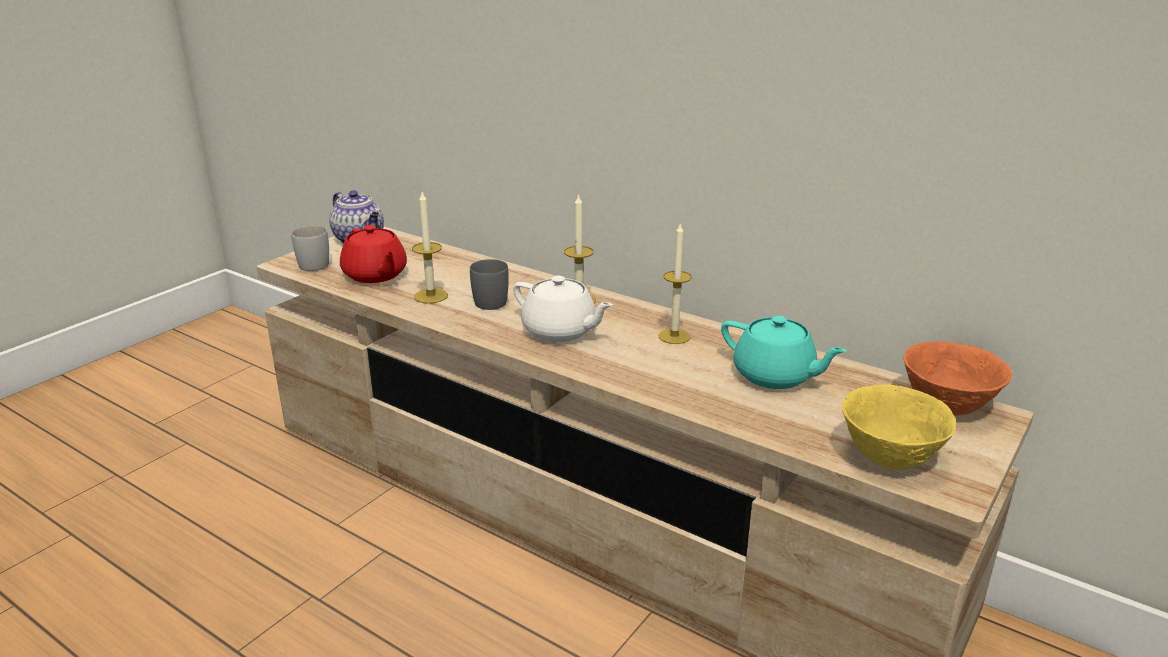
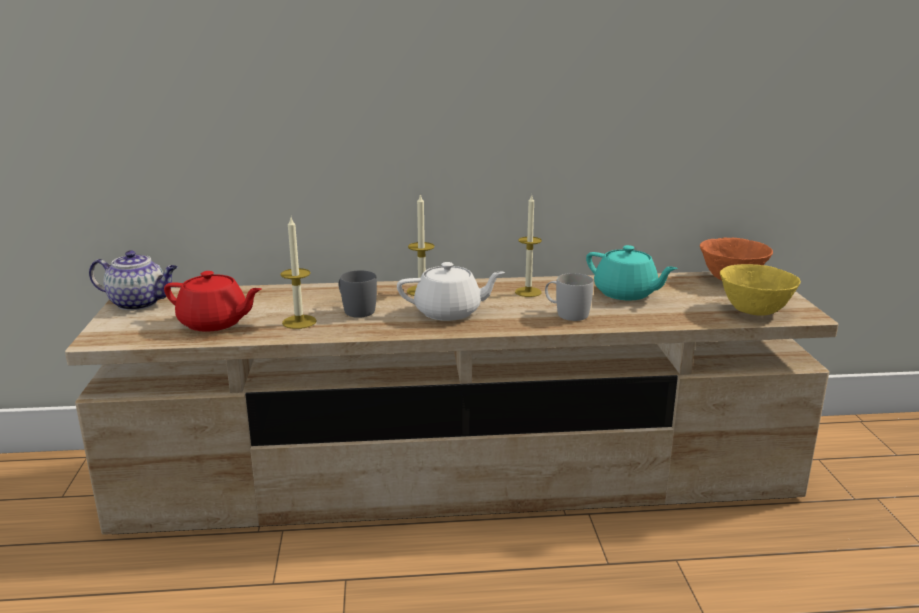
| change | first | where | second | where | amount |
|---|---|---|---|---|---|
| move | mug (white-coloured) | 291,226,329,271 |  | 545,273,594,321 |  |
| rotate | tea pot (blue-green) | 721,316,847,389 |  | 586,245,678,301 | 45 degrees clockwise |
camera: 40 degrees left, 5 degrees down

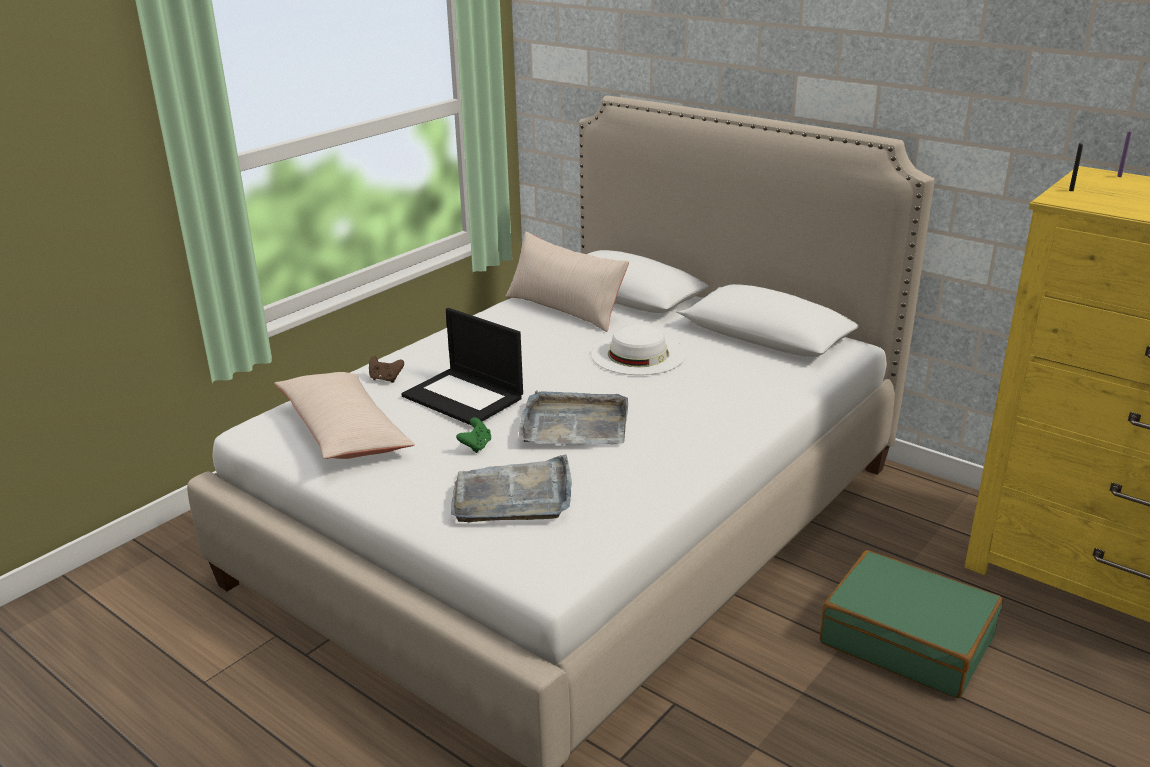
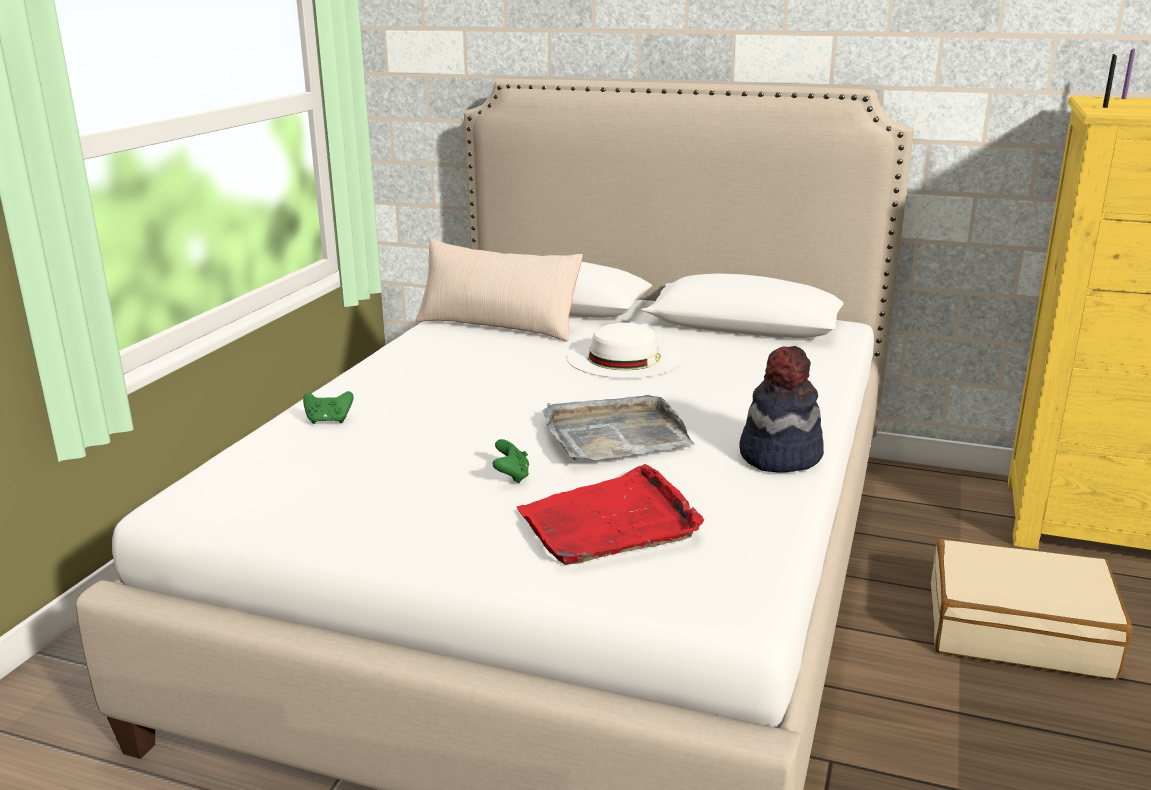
| change | first | where | second | where | amount |
|---|---|---|---|---|---|
| delete | notebook computer | 401,308,523,426 |  |  |  |
| recolor | gamepad (brownish) | 369,356,404,383 | gamepad (greenish) | 303,391,353,424 |  |
| delete | throw pillow (beige) | 274,372,415,459 |  |  |  |
| recolor | carrying tray (grey) | 451,454,572,523 | carrying tray (red-coloured) | 517,464,704,565 |  |
| recolor | travel case (greenish) | 820,550,1003,698 | travel case (beige) | 931,539,1132,680 |  |
| insert |  |  | clothing hat | 739,346,824,473 |  |
camera: 20 degrees left, 5 degrees down

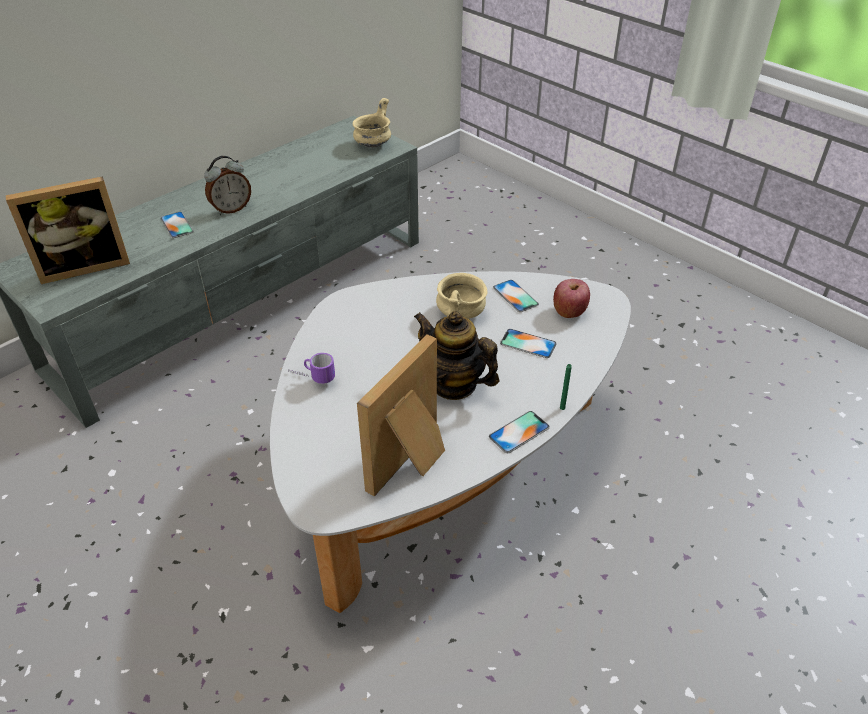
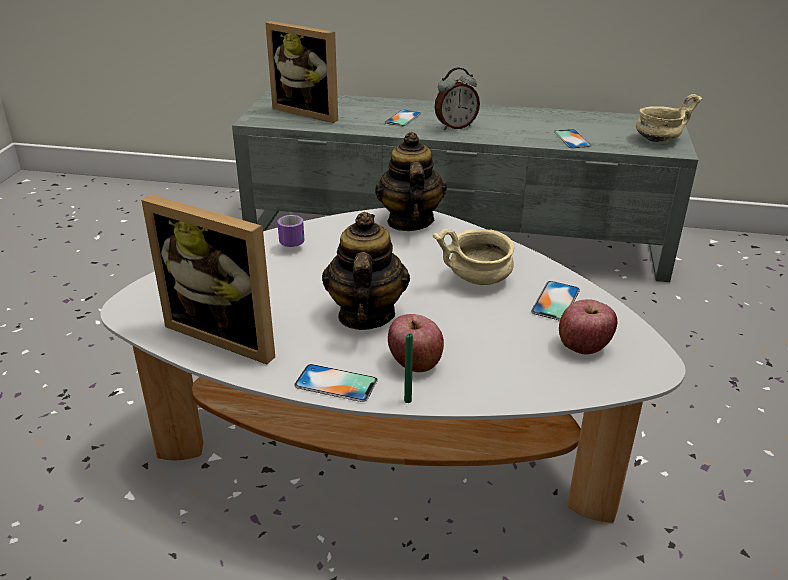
| change | first | where | second | where | amount |
|---|---|---|---|---|---|
| rotate | bedside clock | 204,156,251,215 |  | 435,67,480,130 | 45 degrees counterclockwise |
| move | phone | 500,329,557,358 |  | 554,129,592,148 |  |
| rotate | standing frame | 357,334,445,497 |  | 141,195,275,364 | 150 degrees counterclockwise |
| insert |  |  | tea pot | 375,132,447,231 |  |
| insert |  |  | apple fruit | 388,314,444,372 |  |
camera: 55 degrees right, 10 degrees down

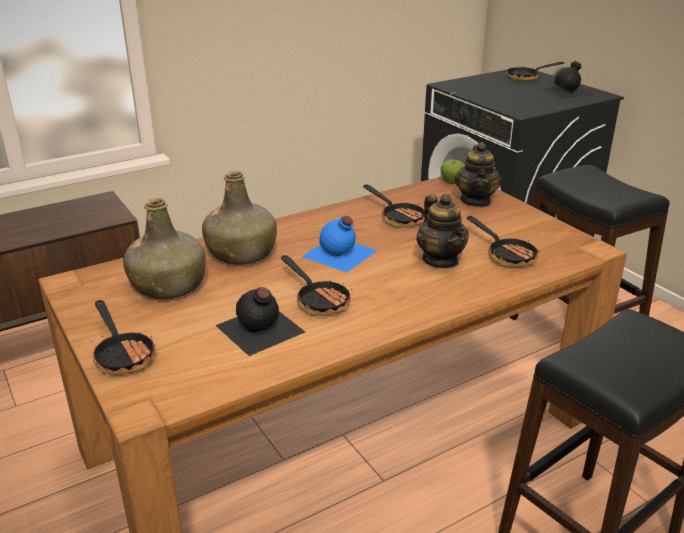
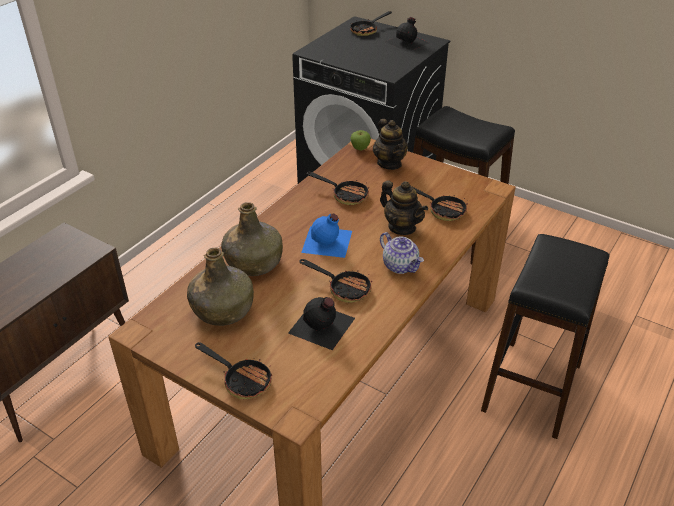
| change | first | where | second | where | amount |
|---|---|---|---|---|---|
| insert |  |  | tea pot | 380,232,424,274 |  |
camera: 25 degrees left, 10 degrees up

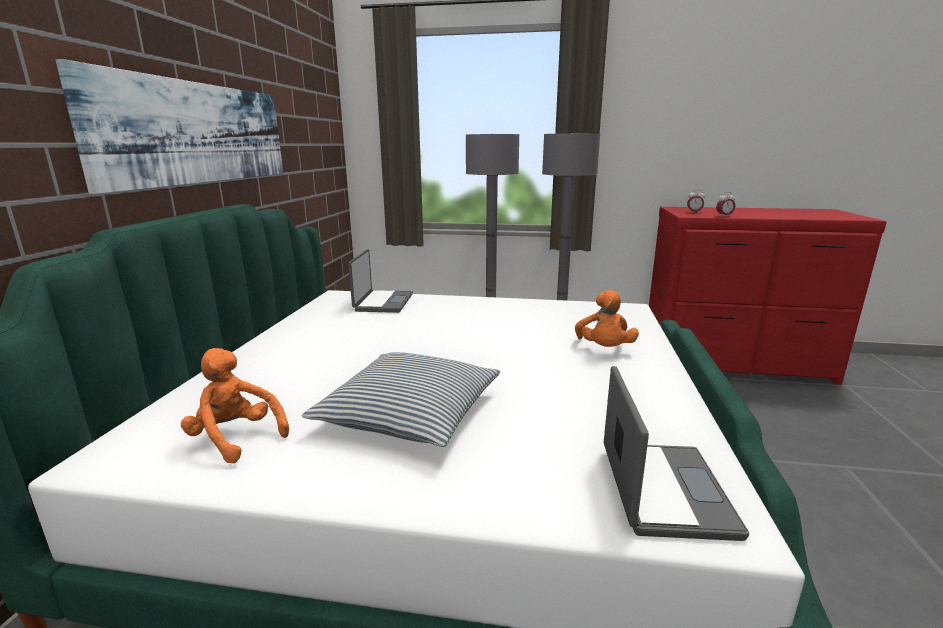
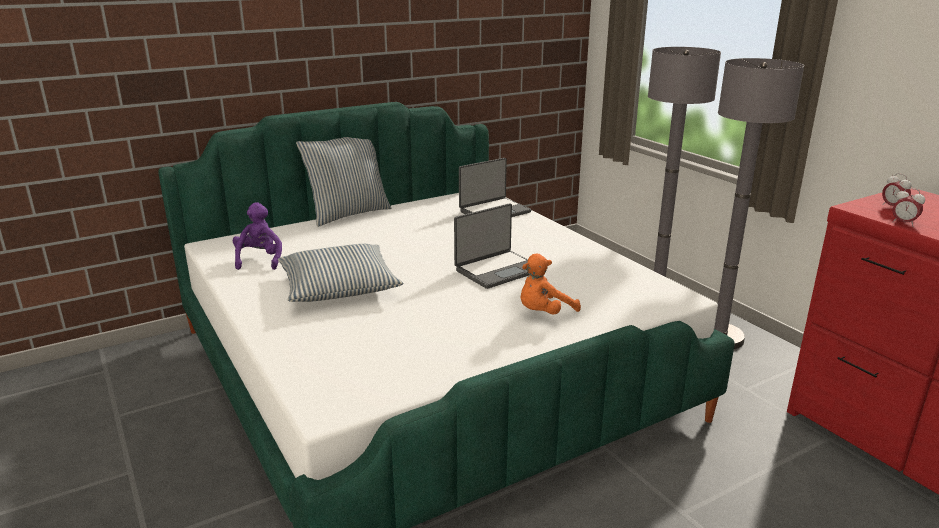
| change | first | where | second | where | amount |
|---|---|---|---|---|---|
| delete | wall picture | 56,59,283,194 |  |  |  |
| recolor | plush toy (orangey) | 181,348,289,463 | plush toy (purplish) | 233,202,282,270 |  |
| move | notebook computer | 604,366,749,541 |  | 454,203,529,289 |  |
| insert |  |  | throw pillow | 296,137,392,227 |  |
camera: 50 degrees right, 5 degrees up

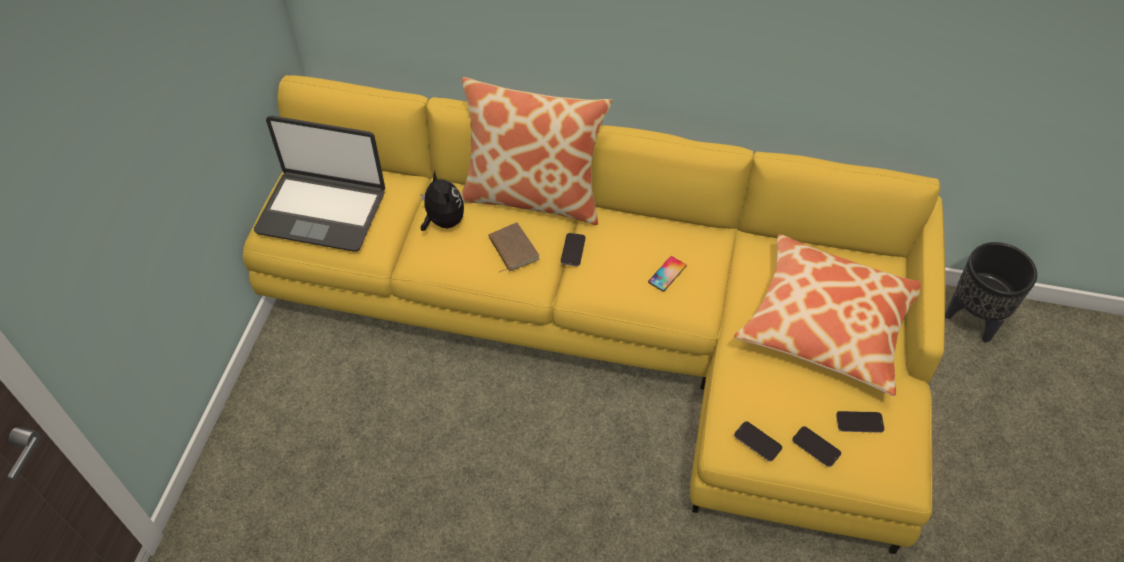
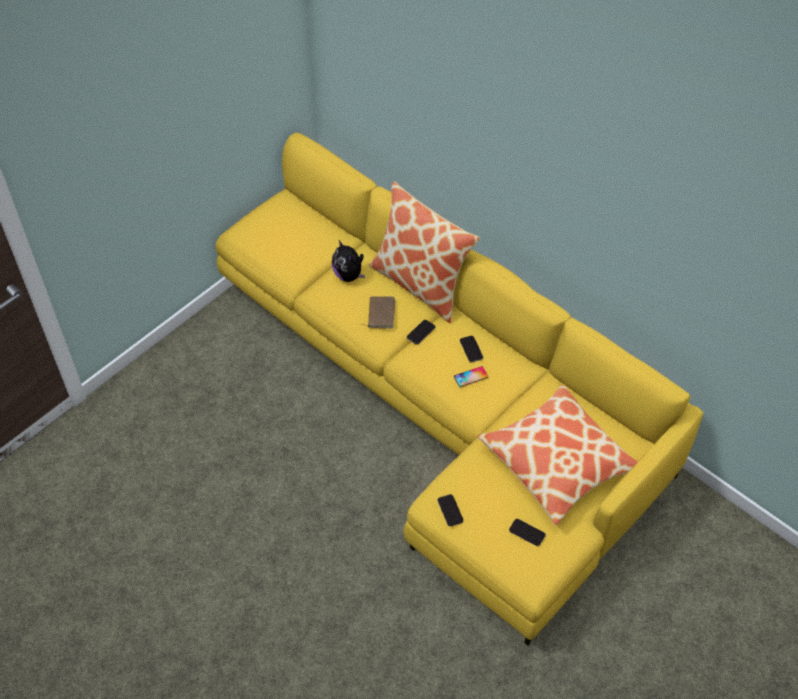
| change | first | where | second | where | amount |
|---|---|---|---|---|---|
| delete | notebook computer | 254,116,385,252 |  |  |  |
| rotate | plush toy | 421,170,464,231 |  | 332,240,365,282 | 150 degrees clockwise |
| delete | flower pot (black-coloured) | 945,242,1037,343 |  |  |  |
| move | phone | 792,426,841,467 |  | 460,336,483,362 |  |
camera: 30 degrees right, 0 degrees up

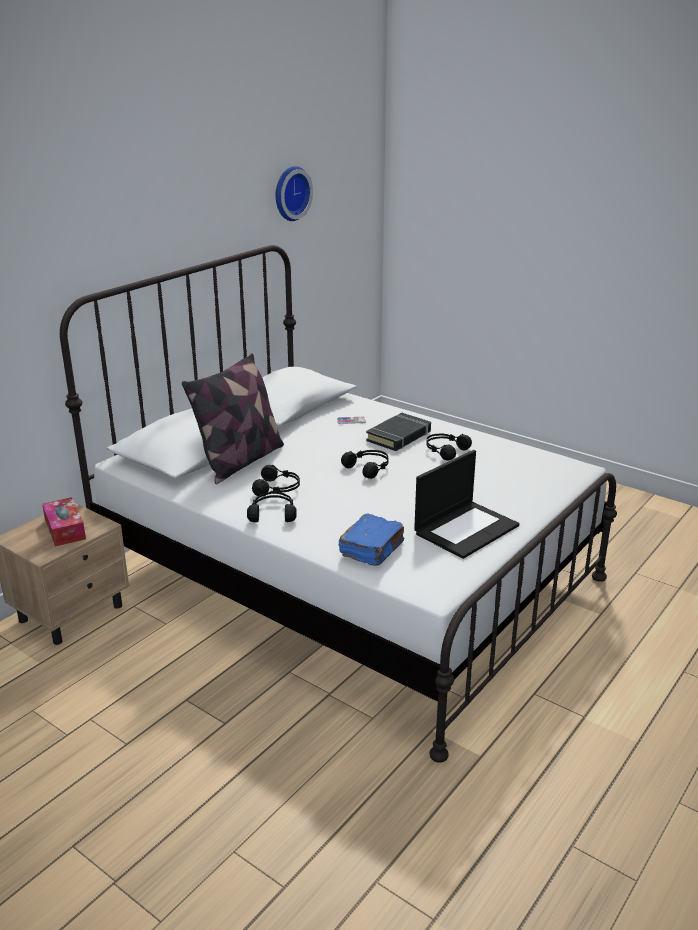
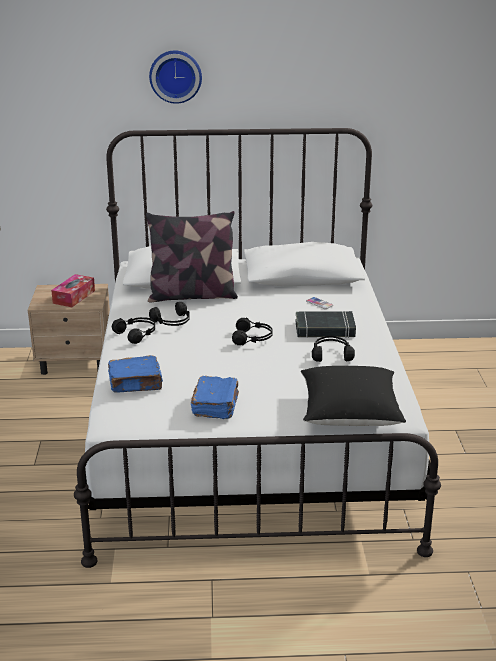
| change | first | where | second | where | amount |
|---|---|---|---|---|---|
| move | hanging clock | 275,166,313,221 |  | 149,50,202,104 |  |
| replace | notebook computer | 414,450,520,559 | volume (blue) | 191,376,239,419 |  |
| insert |  |  | throw pillow (black-coloured) | 301,366,406,426 |  |
camera: 50 degrees right, 0 degrees up

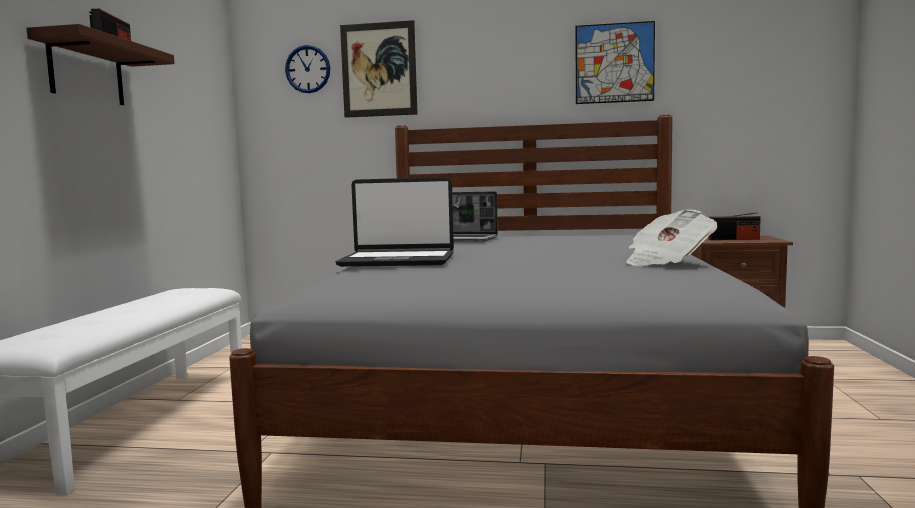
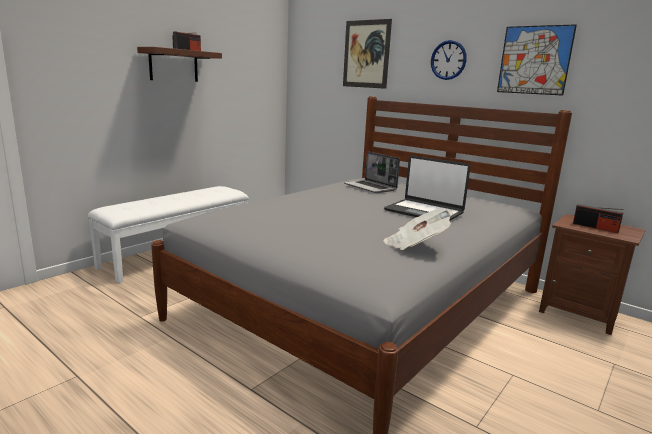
| change | first | where | second | where | amount |
|---|---|---|---|---|---|
| move | hanging clock | 285,45,330,93 |  | 431,40,467,80 |  |
| move | notebook computer | 335,177,454,267 |  | 384,156,470,221 |  |
camera: 30 degrees right, 10 degrees up

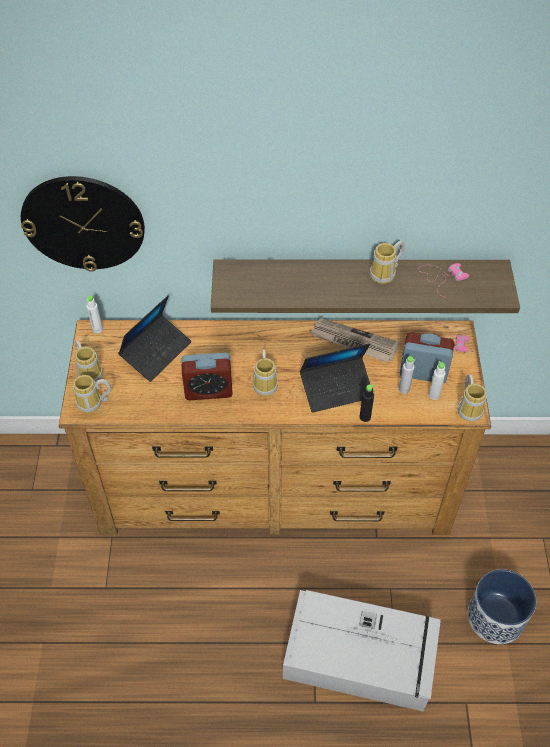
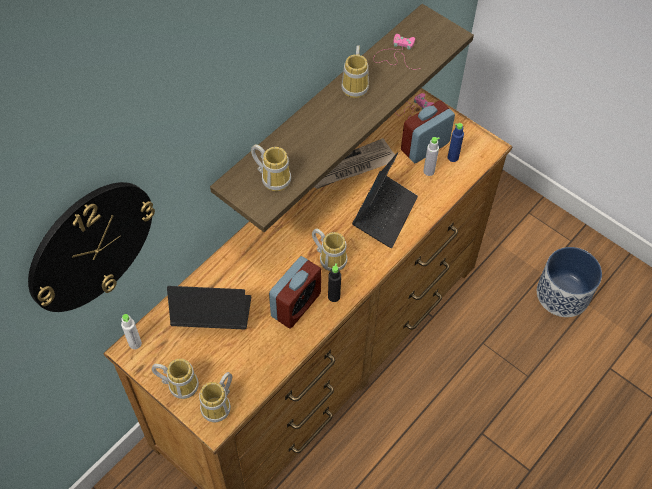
| change | first | where | second | where | amount |
|---|---|---|---|---|---|
| rotate | notebook computer | 118,296,192,382 |  | 167,286,251,330 | 75 degrees counterclockwise |
| recolor | bottle (white-coloured) | 429,361,446,400 | bottle (blue) | 448,123,464,162 |  |
| move | mug | 458,374,487,422 |  | 251,144,291,191 |  |
| move | bottle (black-coloured) | 360,384,374,422 |  | 328,263,341,302 |  |
| delete | storage container (grey) | 283,590,441,711 |  |  |  |
camera: 50 degrees left, 5 degrees up

